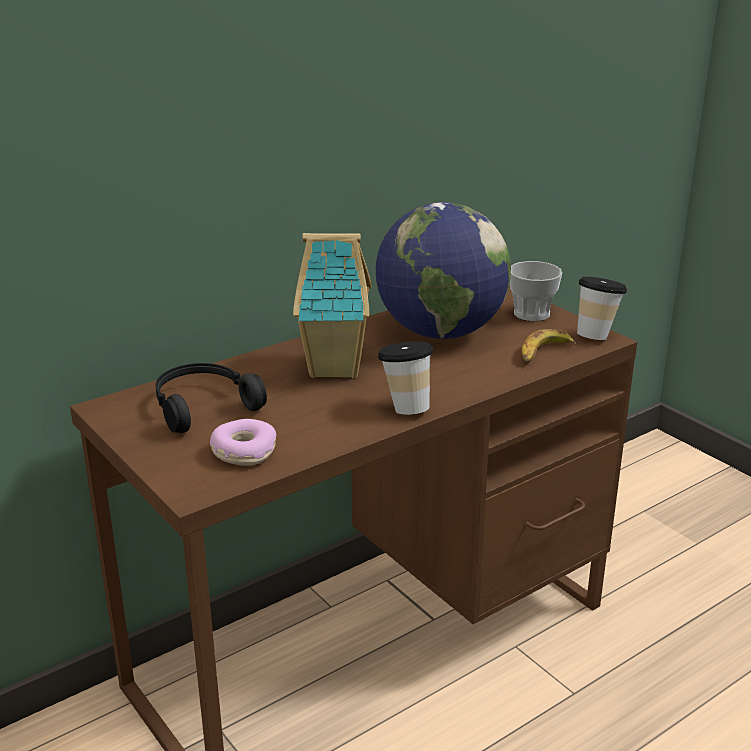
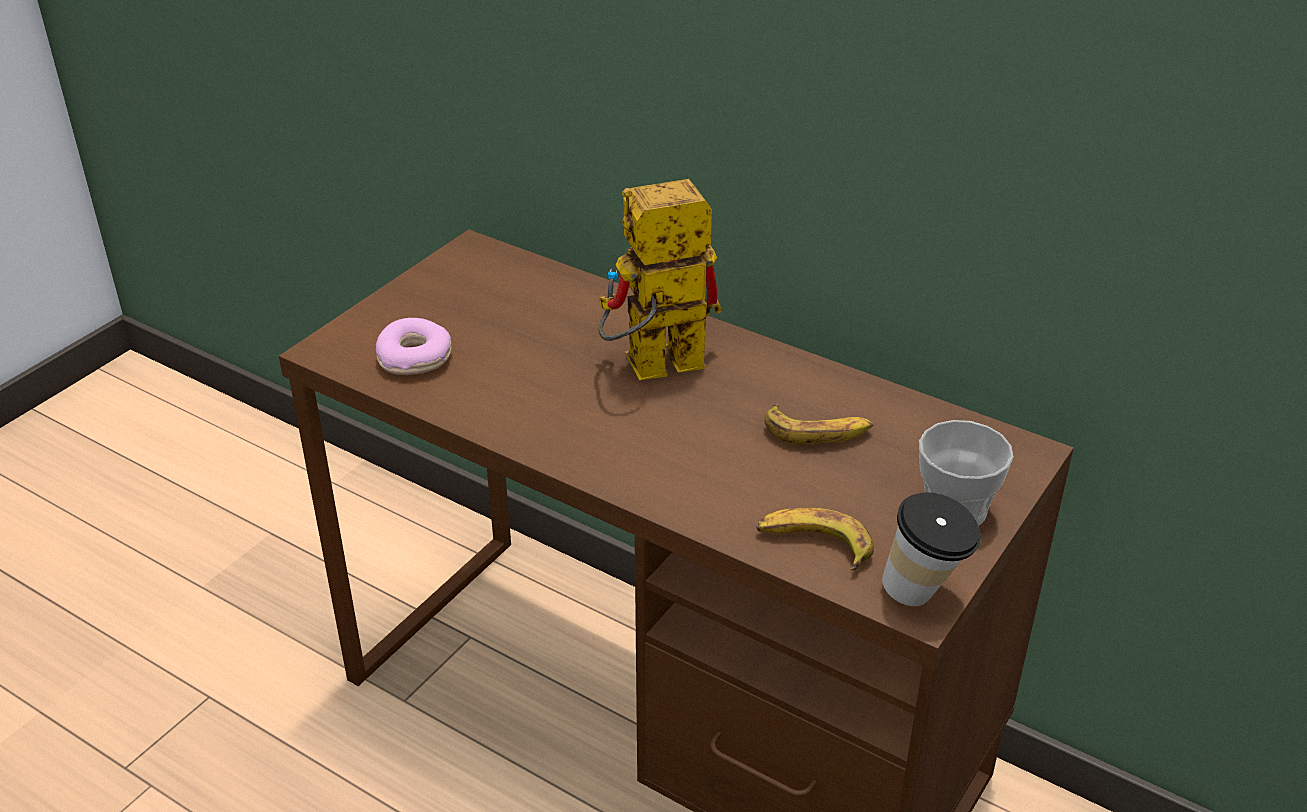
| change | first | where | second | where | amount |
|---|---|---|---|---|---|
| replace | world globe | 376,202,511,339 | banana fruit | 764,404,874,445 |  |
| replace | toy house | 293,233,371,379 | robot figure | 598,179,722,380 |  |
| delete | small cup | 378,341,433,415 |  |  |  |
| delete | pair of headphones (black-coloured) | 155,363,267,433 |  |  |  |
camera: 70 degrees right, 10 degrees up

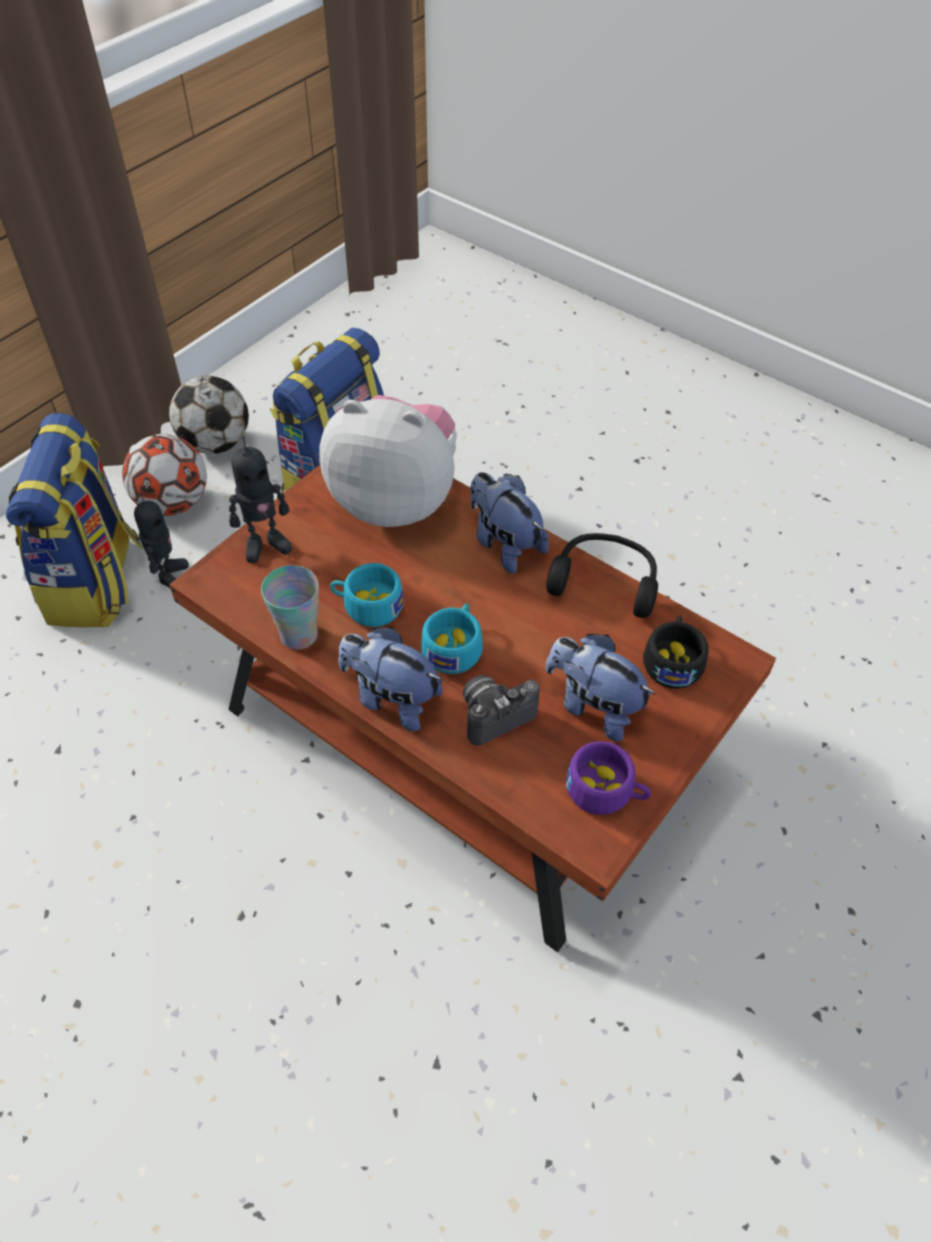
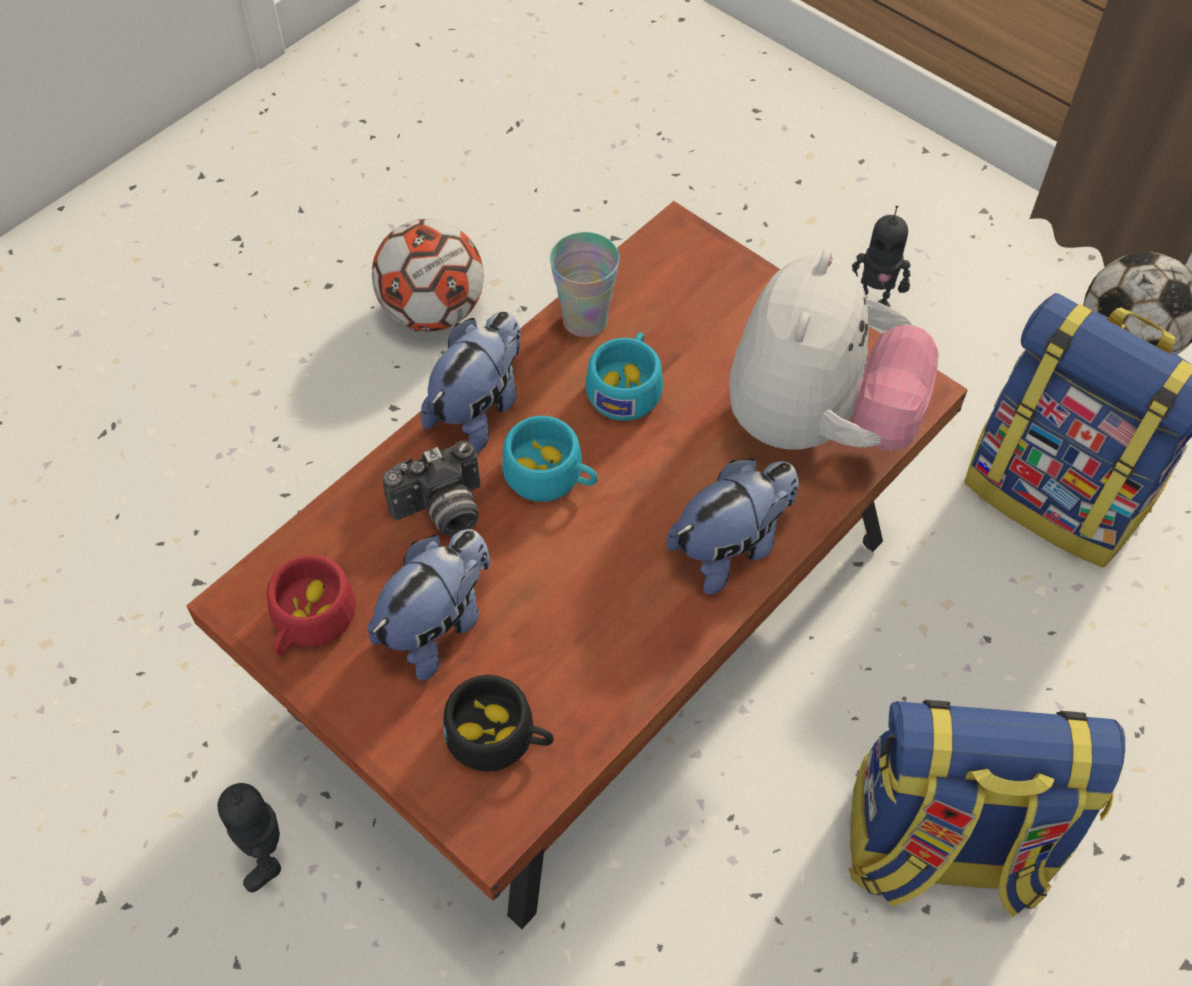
| change | first | where | second | where | amount |
|---|---|---|---|---|---|
| move | knapsack | 6,413,144,627 |  | 849,700,1125,917 |  |
| move | ball for football | 122,434,207,516 |  | 372,219,484,332 |  |
| move | robot figure | 229,436,292,563 |  | 218,783,281,892 |  |
| delete | pair of headphones (black-coloured) | 546,533,658,618 |  |  |  |
| rotate | still camera | 463,675,540,746 |  | 382,441,481,536 | 90 degrees clockwise |
| recolor | small cup (purplish) | 566,741,651,815 | small cup (red-coloured) | 266,555,356,655 |  |
camera: 95 degrees right, 5 degrees up

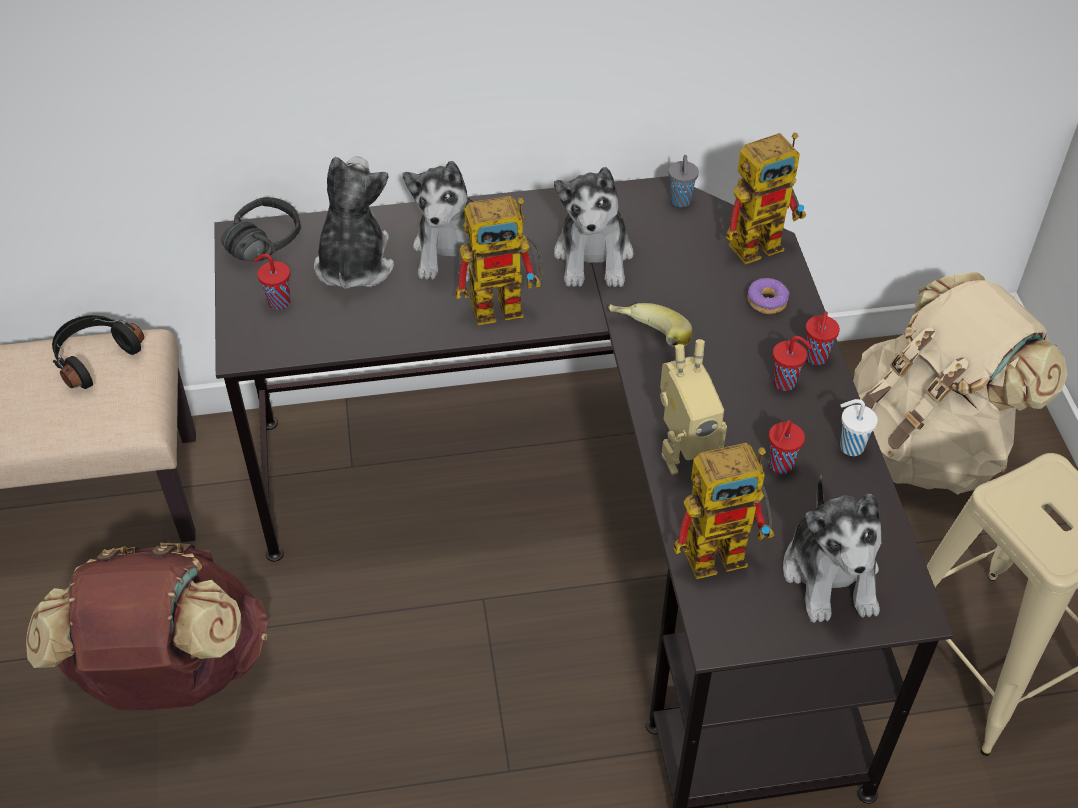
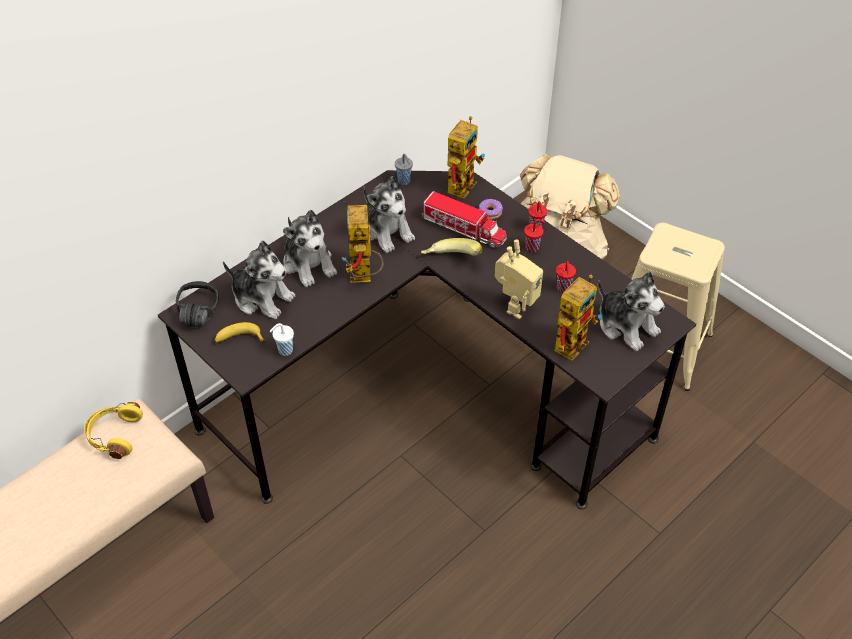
| change | first | where | second | where | amount |
|---|---|---|---|---|---|
| rotate | plush toy | 314,156,394,289 |  | 223,241,295,319 | 150 degrees clockwise |
| rotate | robot figure | 455,196,543,325 |  | 342,205,384,283 | 135 degrees clockwise |
| replace | small cup (red-coloured) | 254,254,290,310 | banana fruit | 214,322,265,343 |  |
| recolor | pair of headphones (black-coloured) | 52,315,144,389 | pair of headphones (yellow-coloured) | 84,402,143,459 |  |
| move | small cup (white-coloured) | 840,399,878,456 |  | 270,323,294,356 |  |
| delete | knapsack (brownish) | 26,543,268,710 |  |  |  |
| insert |  |  | toy truck | 422,191,507,248 |  |
camera: 35 degrees left, 0 degrees up

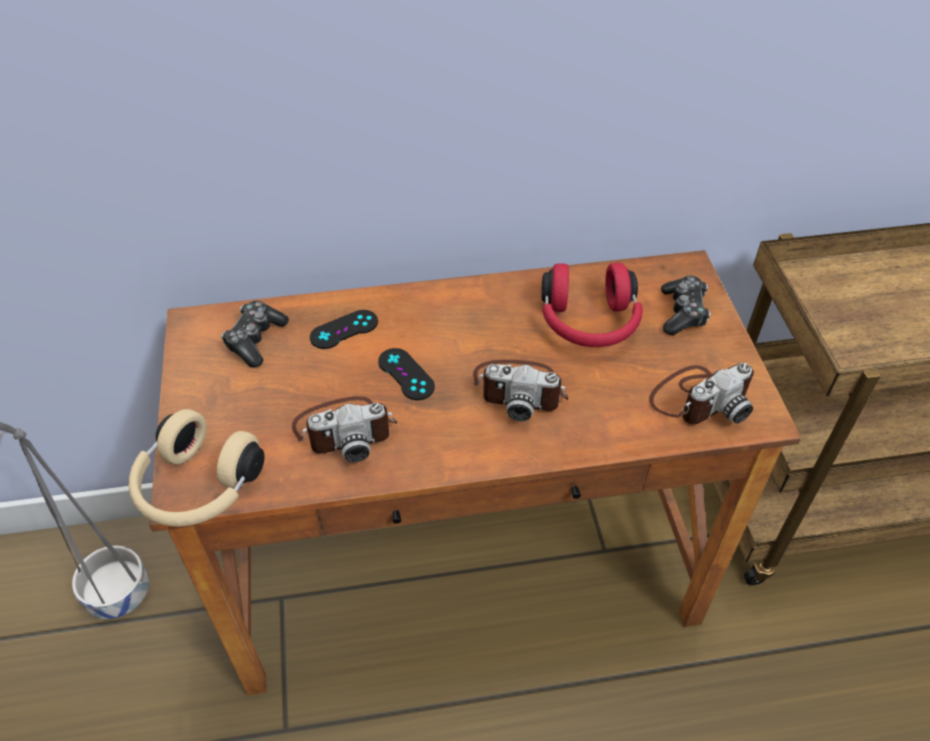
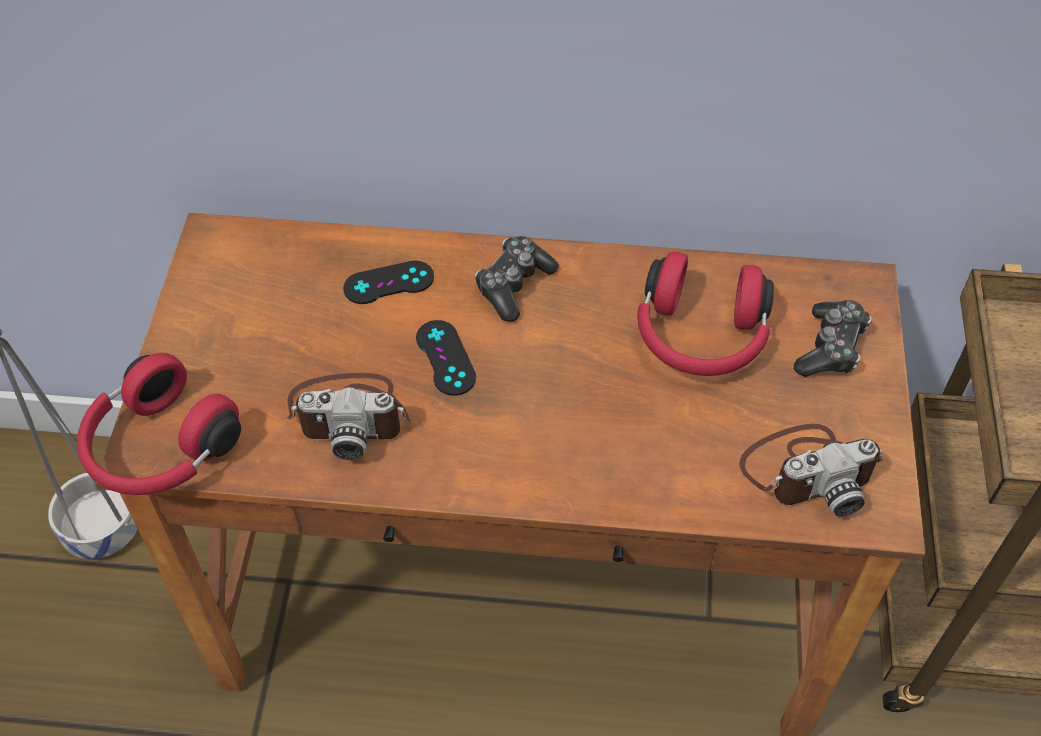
| change | first | where | second | where | amount |
|---|---|---|---|---|---|
| move | gamepad | 221,301,289,367 |  | 474,236,559,322 |  |
| delete | still camera | 473,360,568,421 |  |  |  |
| recolor | pair of headphones (beige) | 129,409,264,527 | pair of headphones (red-coloured) | 77,353,241,495 |  |
camera: 15 degrees right, 5 degrees up

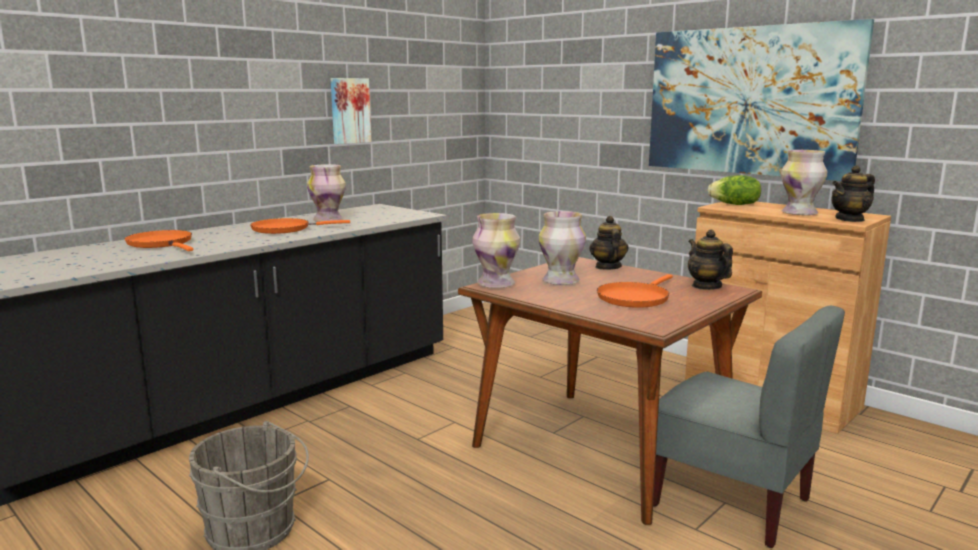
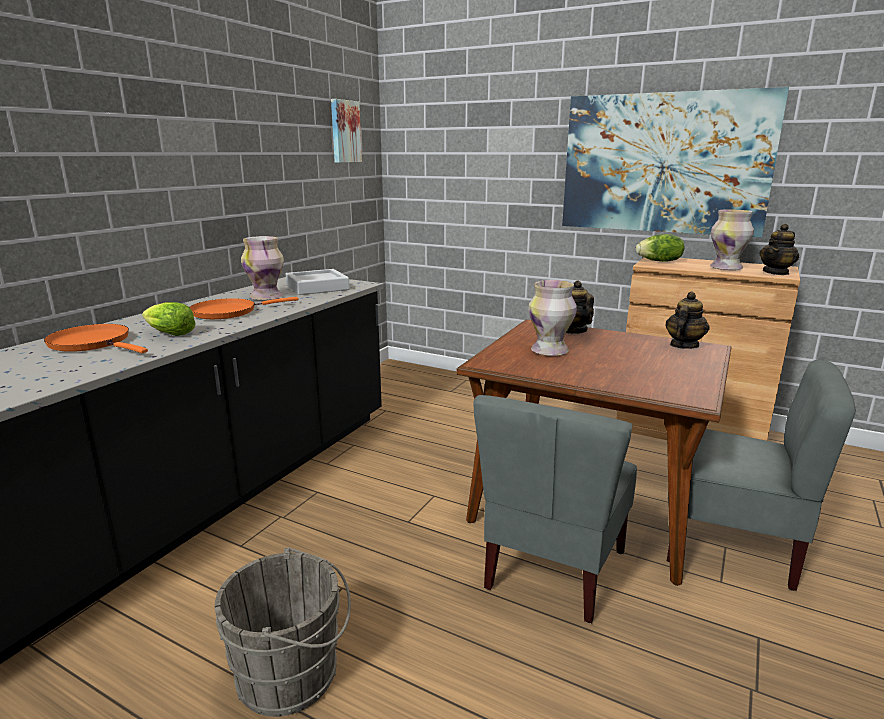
| change | first | where | second | where | amount |
|---|---|---|---|---|---|
| move | wall picture | 331,78,371,144 |  | 331,99,362,163 |  |
| delete | vase | 472,213,520,288 |  |  |  |
| rotate | tea pot | 688,229,733,290 |  | 665,292,710,349 | 75 degrees clockwise |
| delete | frying pan (orangey) | 597,274,673,308 |  |  |  |
| insert |  |  | carrying tray (grey) | 286,269,350,295 |  |
| insert |  |  | lettuce | 142,302,196,336 |  |
| insert |  |  | chair (grey) | 473,395,637,623 |  |
camera: 15 degrees left, 5 degrees up

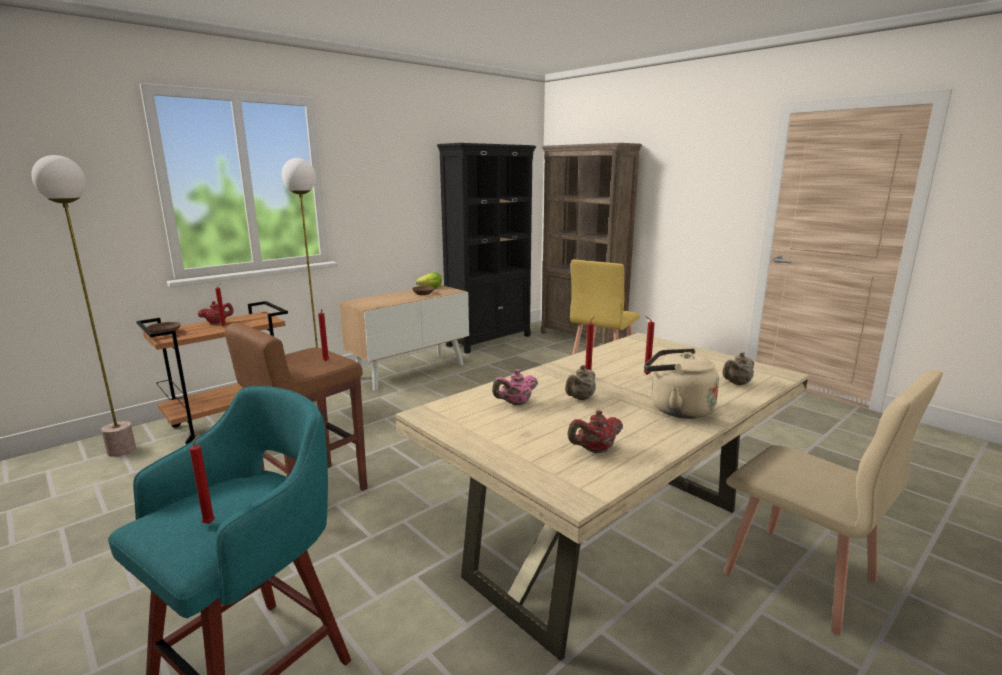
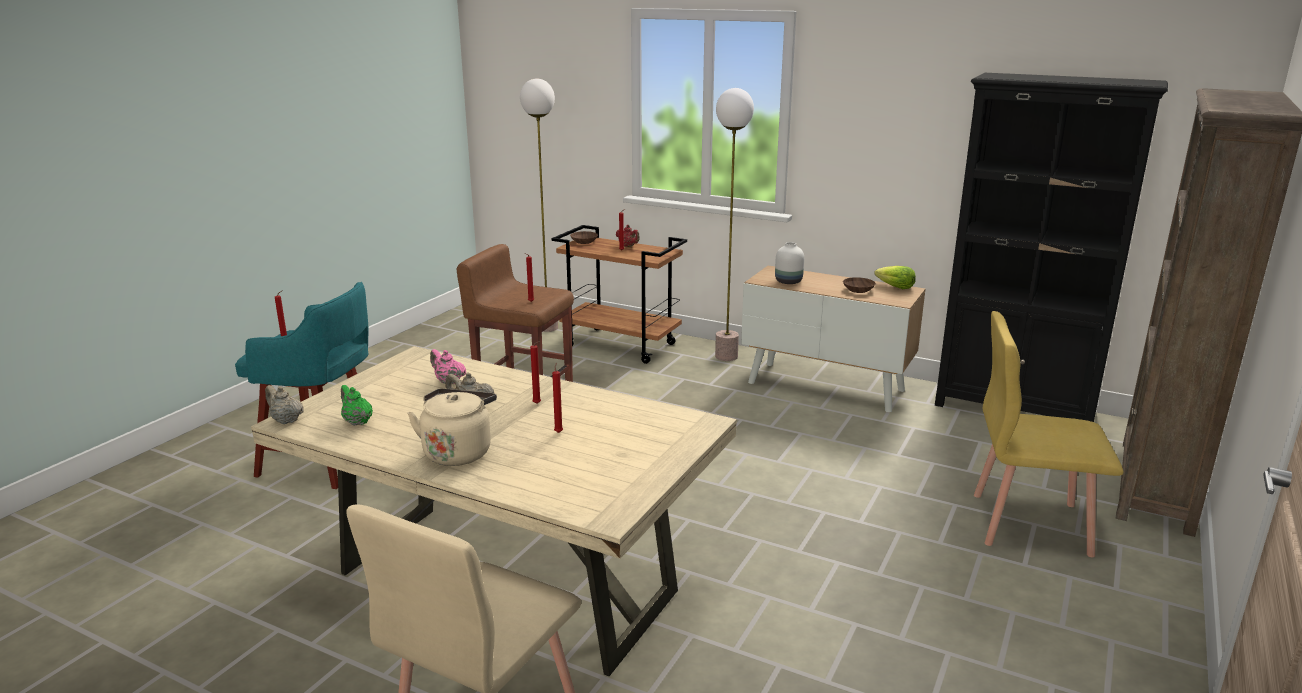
| change | first | where | second | where | amount |
|---|---|---|---|---|---|
| move | tea pot (beige) | 722,352,754,385 |  | 265,385,304,424 |  |
| recolor | tea pot (red-coloured) | 567,410,623,453 | tea pot (greenish) | 341,385,373,425 |  |
| insert |  |  | vase (white-coloured) | 775,242,804,284 |  |
camera: 70 degrees right, 5 degrees up

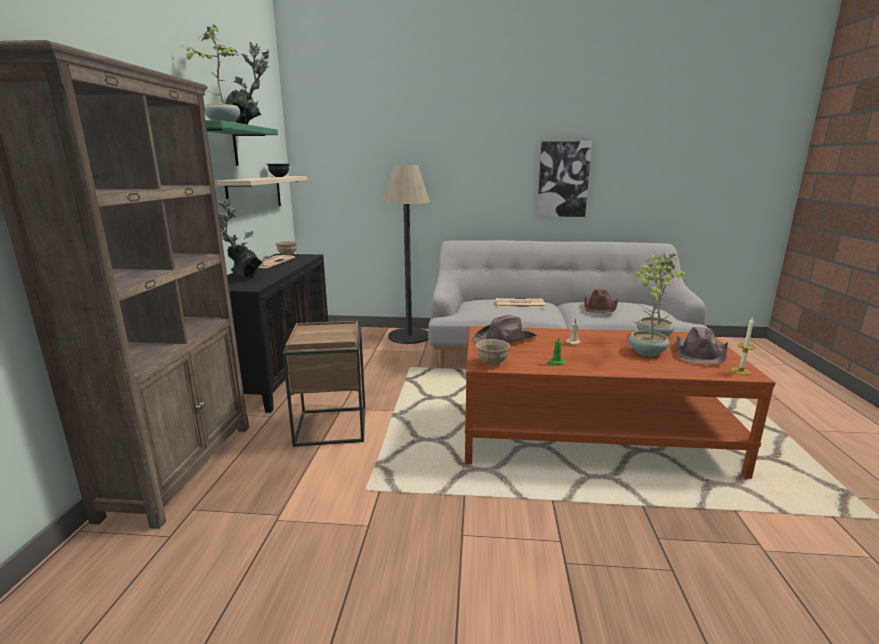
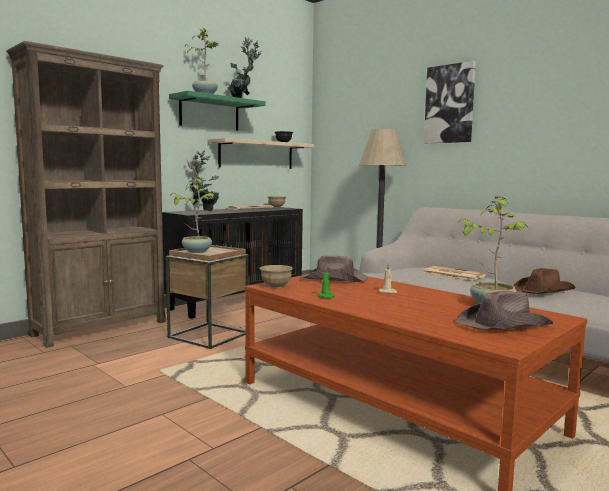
| change | first | where | second | where | amount |
|---|---|---|---|---|---|
| move | wall picture | 537,141,592,217 |  | 424,61,476,143 |  |
| move | potted plant | 629,261,675,356 |  | 169,177,215,253 |  |
| delete | candle | 731,318,755,375 |  |  |  |
camera: 40 degrees right, 10 degrees down

